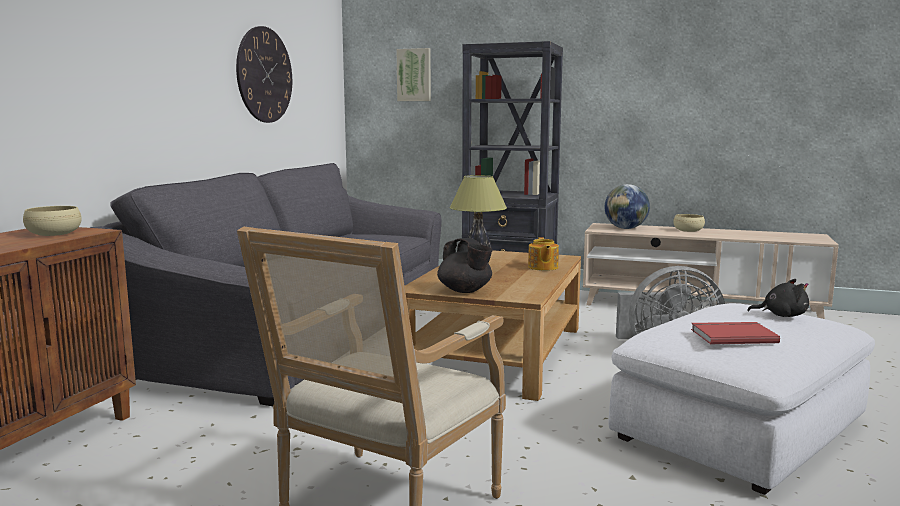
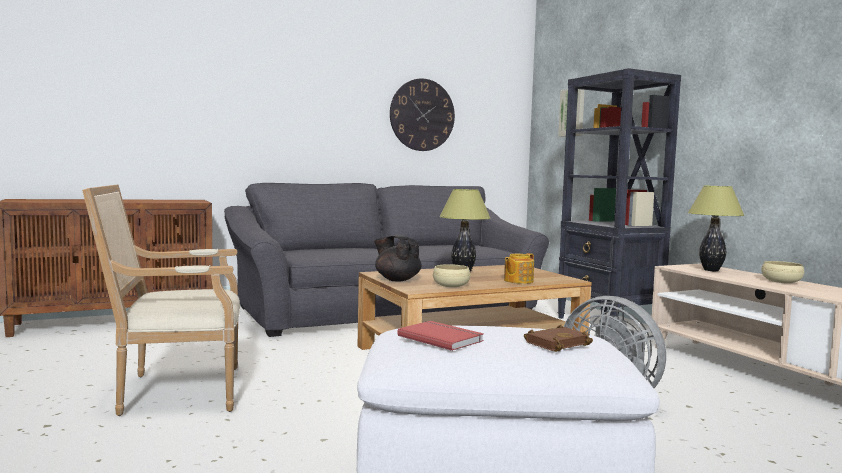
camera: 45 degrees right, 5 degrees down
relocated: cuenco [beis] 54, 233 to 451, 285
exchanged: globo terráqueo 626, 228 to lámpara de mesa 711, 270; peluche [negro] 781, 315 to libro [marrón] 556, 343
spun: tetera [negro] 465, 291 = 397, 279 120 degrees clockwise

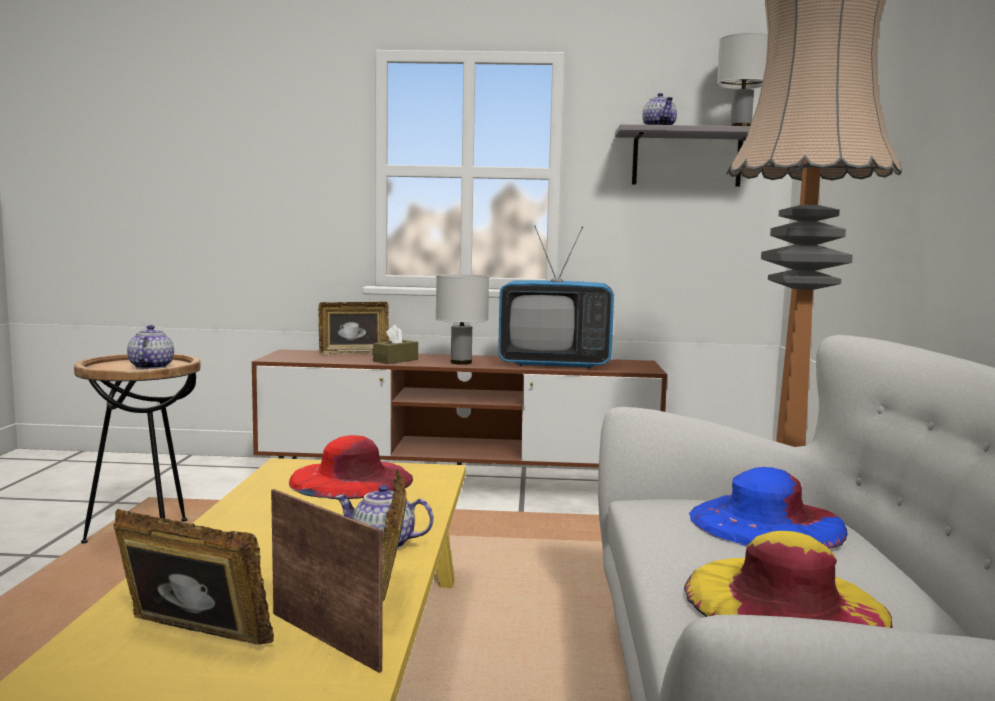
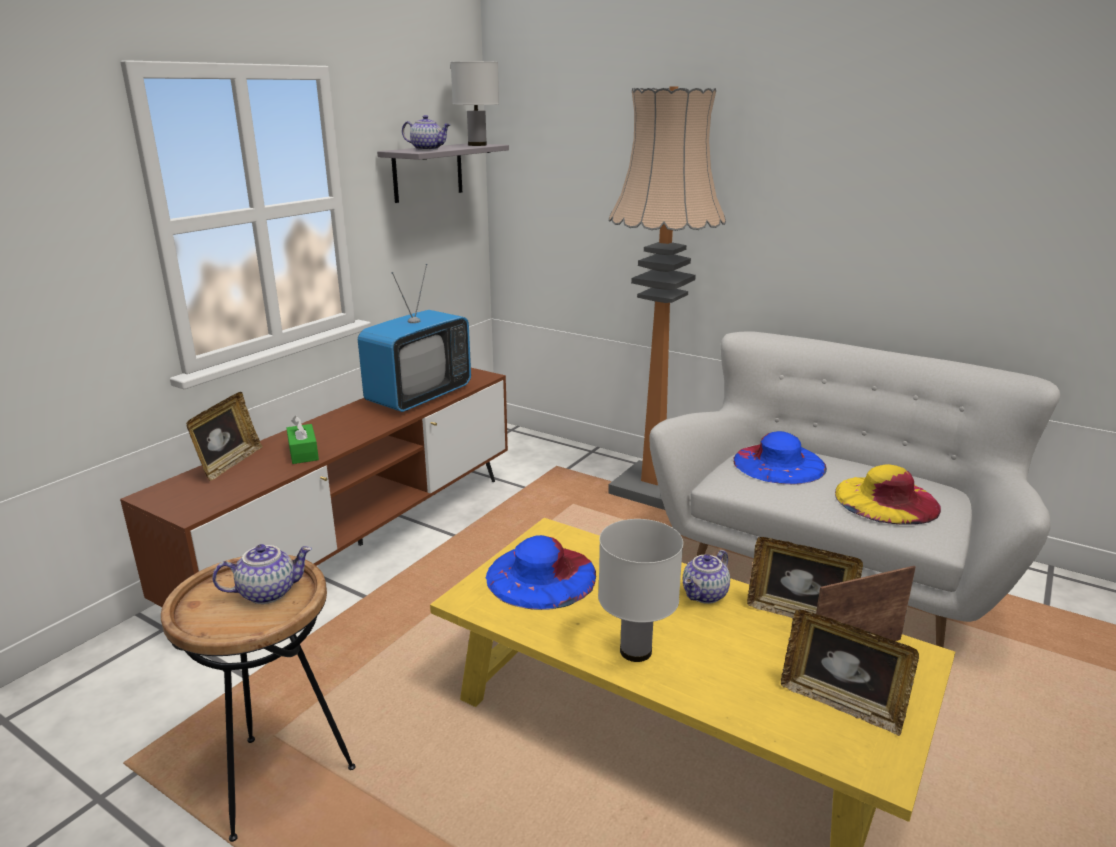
camera: 60 degrees left, 15 degrees up
relocated: lámpara de mesa [blanco] 460, 362 to 635, 651
colour: caja de pañuelos [marrón] 395, 360 to caja de pañuelos [verde] 303, 452; sombrero [rojo] 351, 479 to sombrero [azul] 541, 575
spun: tetera 150, 367 = 268, 592 135 degrees clockwise; portarretratos 191, 640 = 841, 703 105 degrees counterclockwise

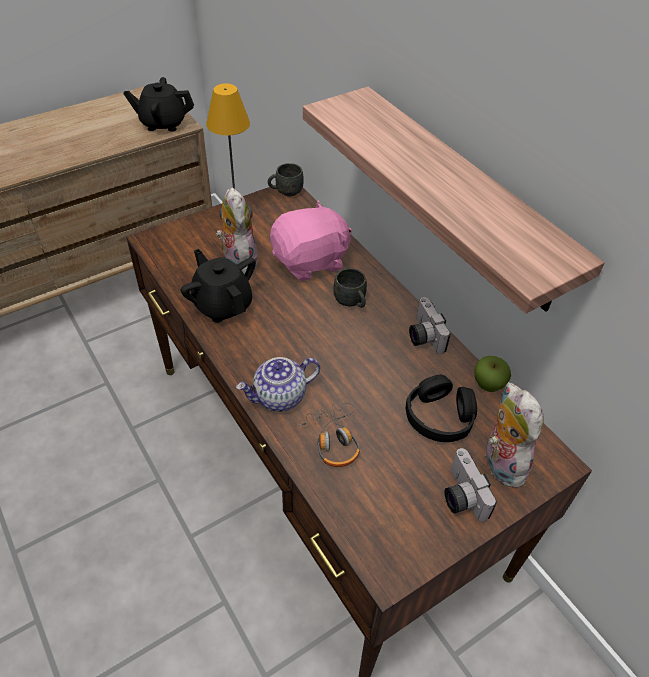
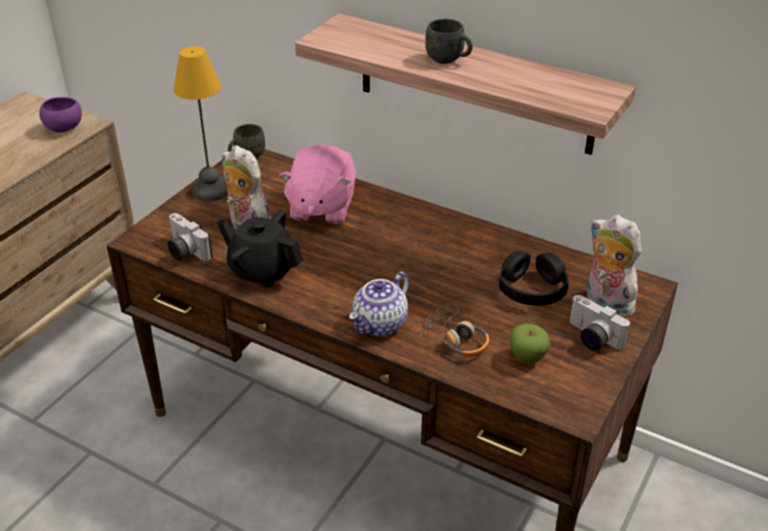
camera: 25 degrees left, 10 degrees down
relocated: taza grande [gris] 351, 302 to 449, 60; cámara 422, 336 to 185, 251; manzana 488, 385 to 527, 357
exchanged: tetera [negro] 163, 123 to cuenco [morado] 64, 128
spun: peluche [rosa] 310, 261 = 321, 207 150 degrees clockwise

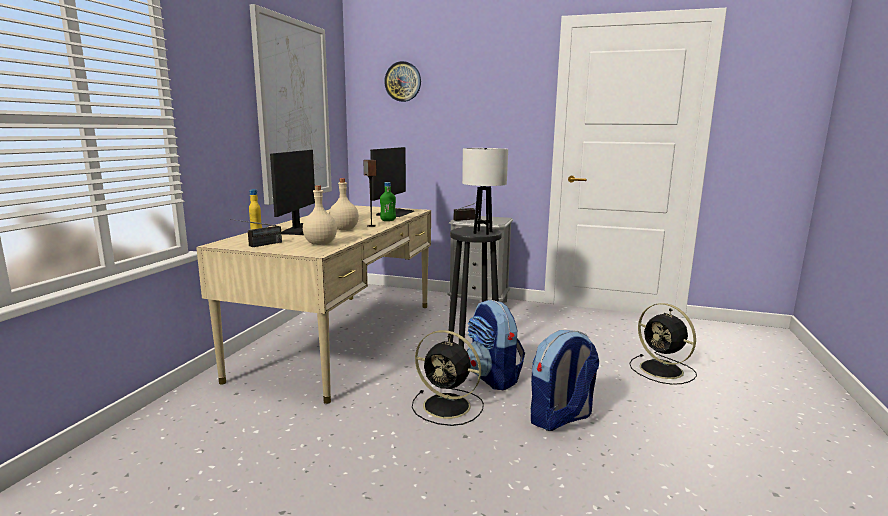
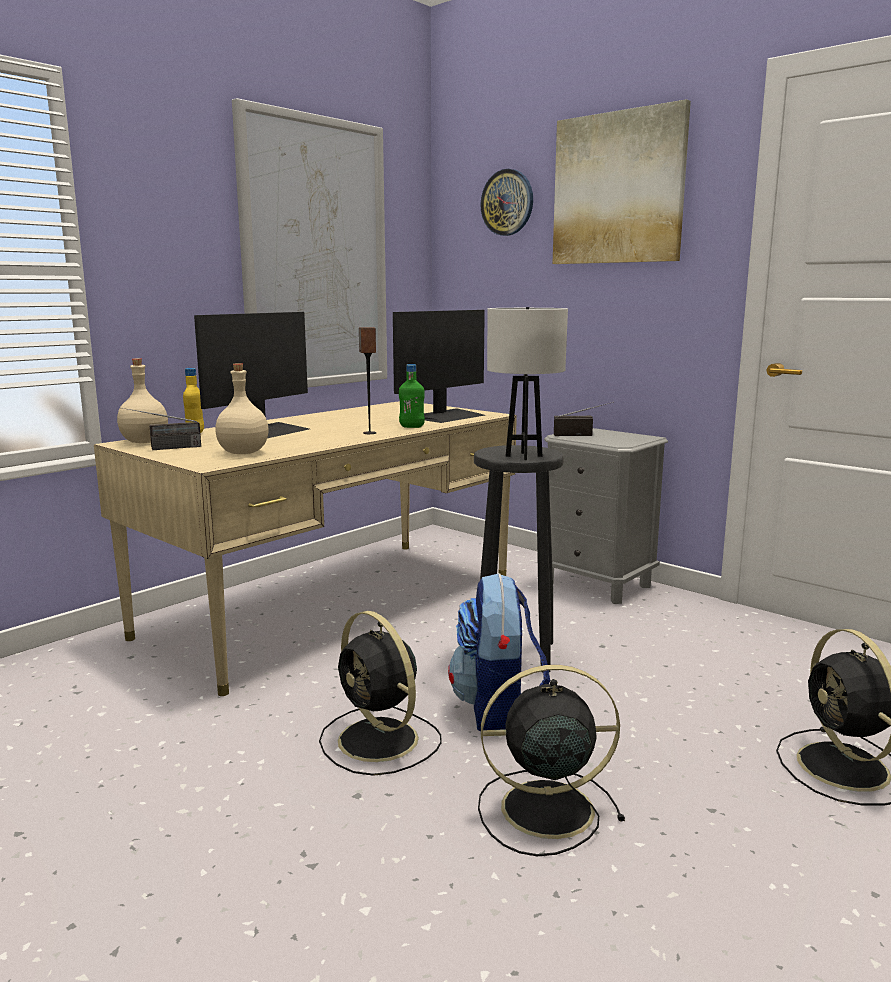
camera: 25 degrees right, 0 degrees up
appeared: cuadro 618, 189
relocated: botella [beis] 343, 229 to 144, 442
exchanged: mochila 560, 419 to ventilador [negro] 543, 809

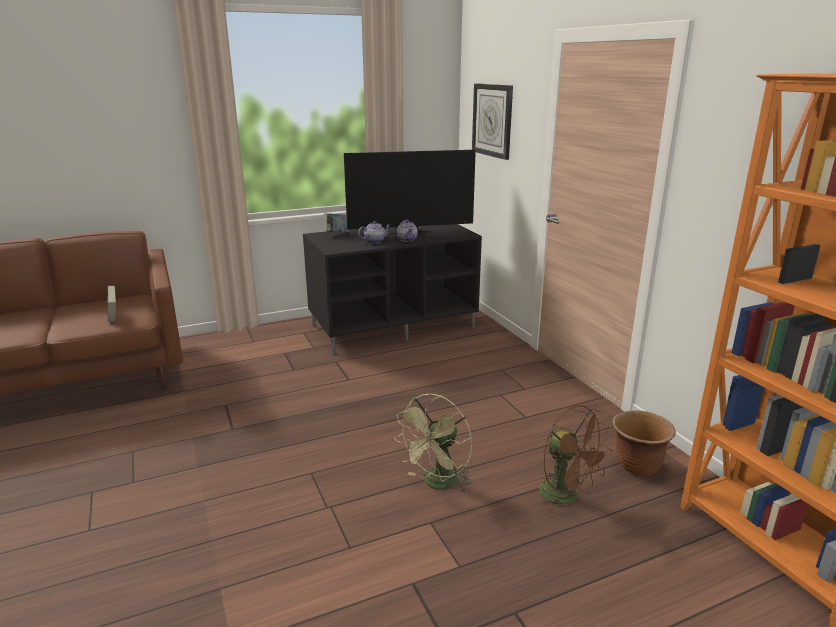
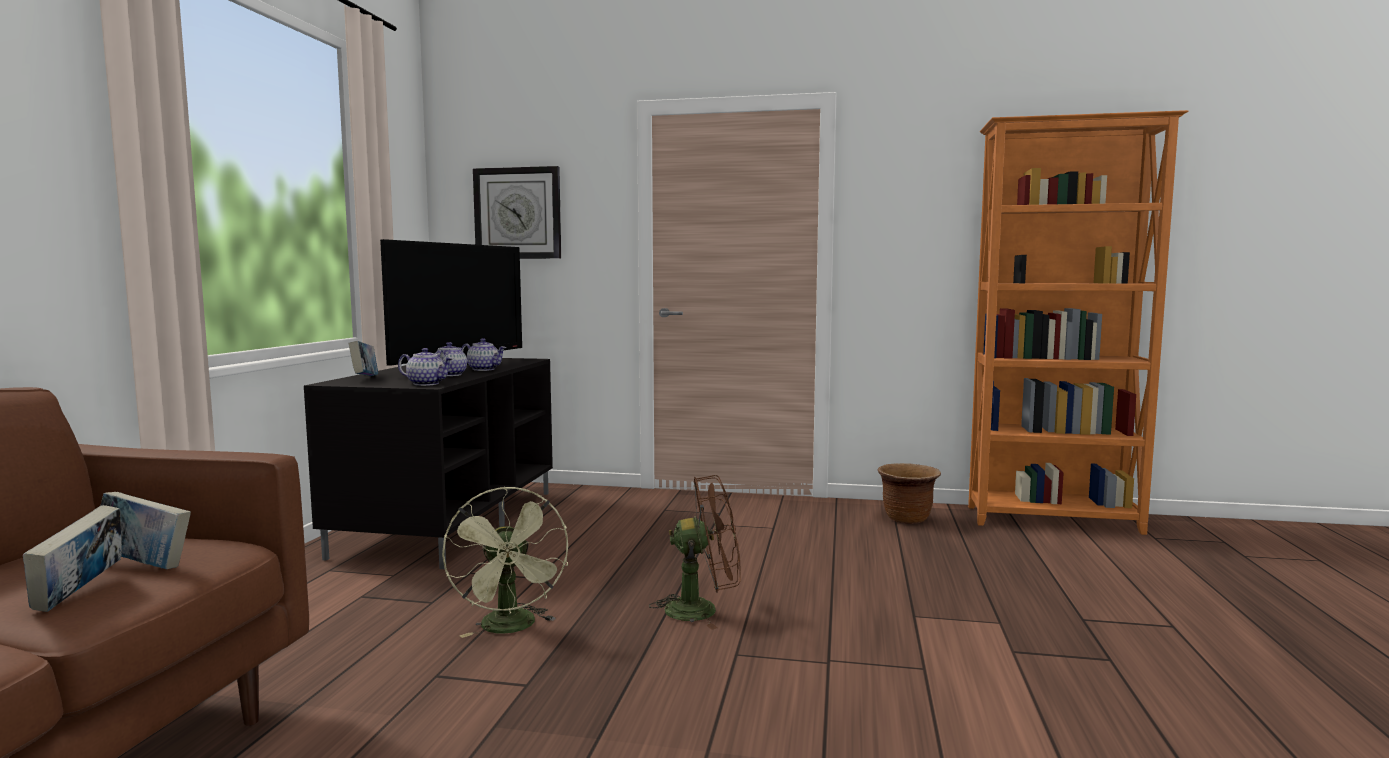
camera: 55 degrees left, 15 degrees down
appeared: tetera 427, 384; libro 80, 594
relocated: ventilador [verde] 437, 484 to 511, 628; ventilador [marrón] 566, 497 to 702, 610

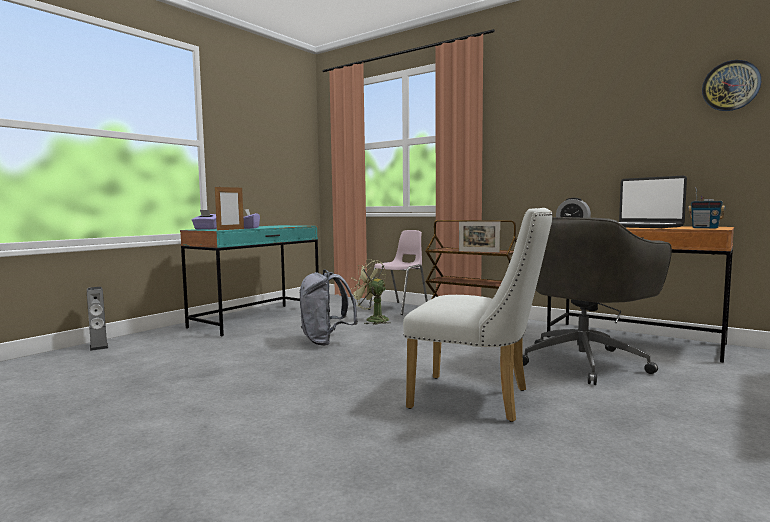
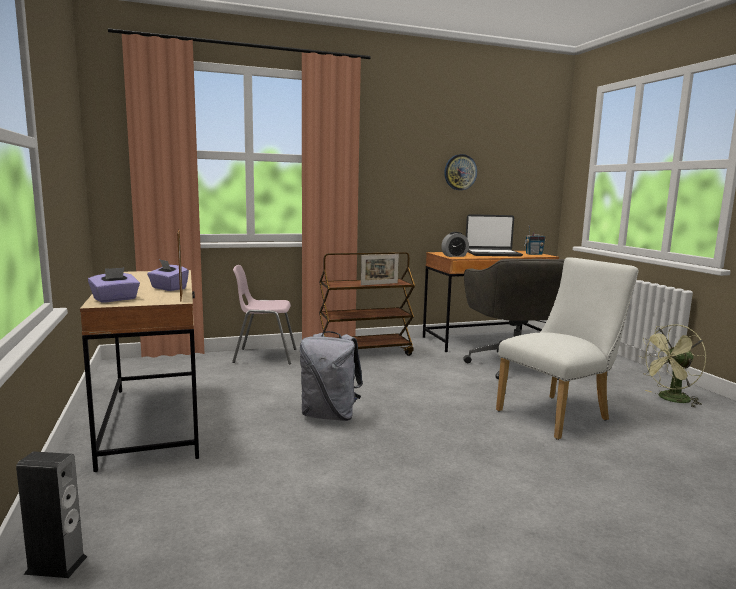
camera: 55 degrees left, 5 degrees up
relocated: reloj de pared 730, 86 to 460, 172; ventilador [verde] 372, 320 to 670, 399
colour: escritorio [turquesa] 257, 319 to escritorio [beis] 154, 420
spun: silla [rosa] 400, 308 = 264, 356 75 degrees counterclockwise

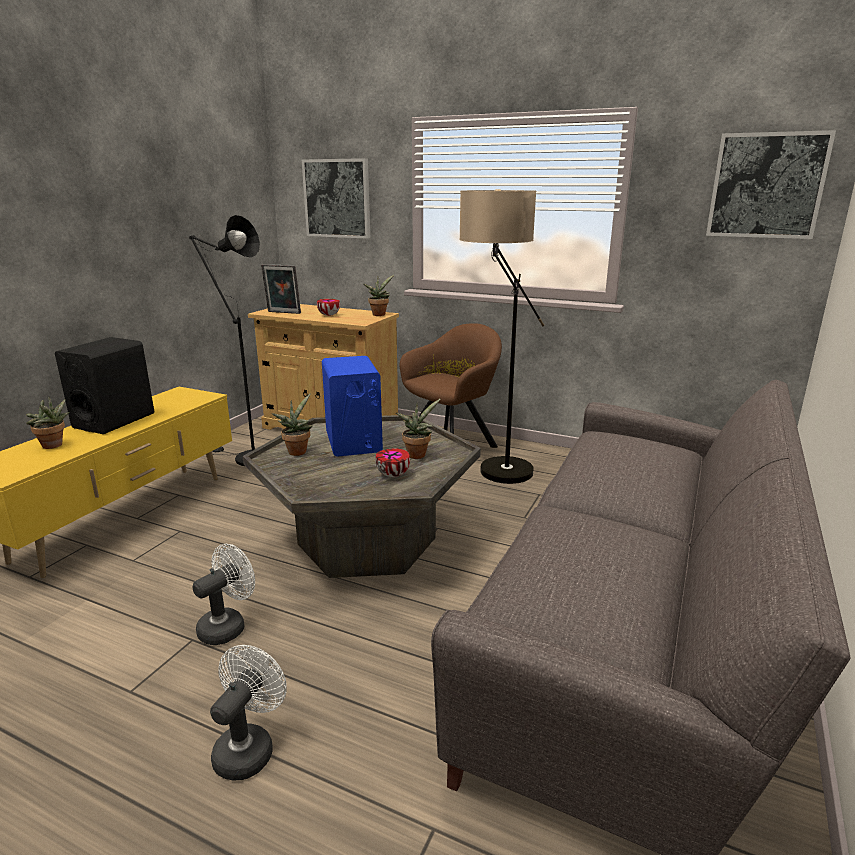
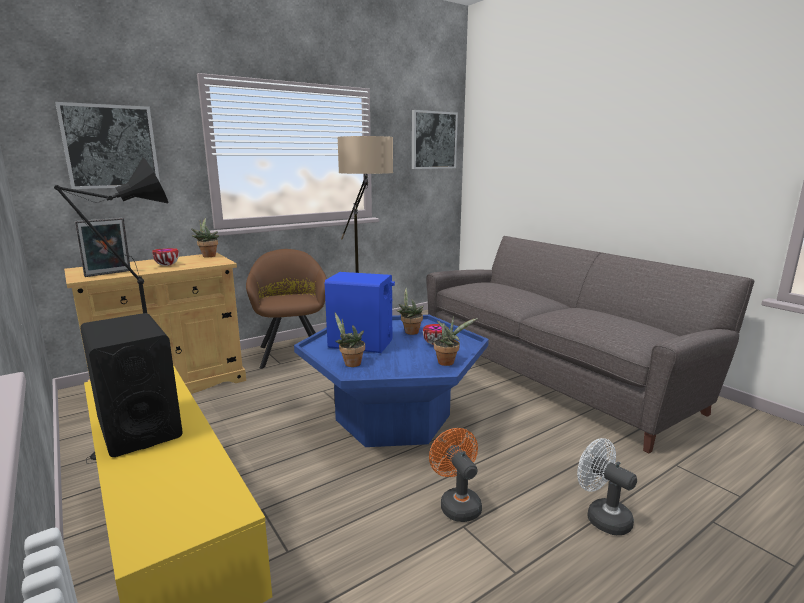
camera: 60 degrees left, 5 degrees down
relocated: planta en maceta 54, 446 to 448, 362
colour: mesa de centro [gris] 367, 541 to mesa de centro [azul] 393, 417; ventilador [blanco] 228, 626 to ventilador [naranja] 457, 503

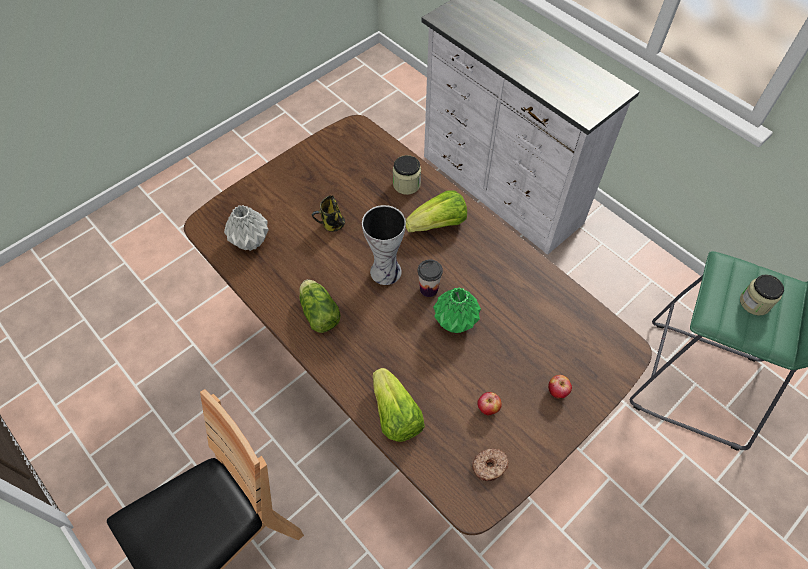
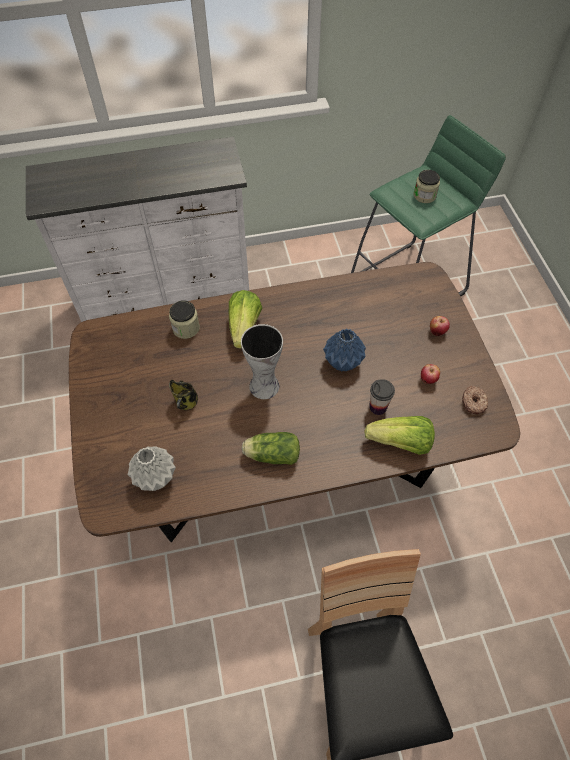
camera: 60 degrees left, 0 degrees up
relocated: taza 429, 289 to 378, 407
colour: florero [verde] 455, 323 to florero [azul] 343, 363

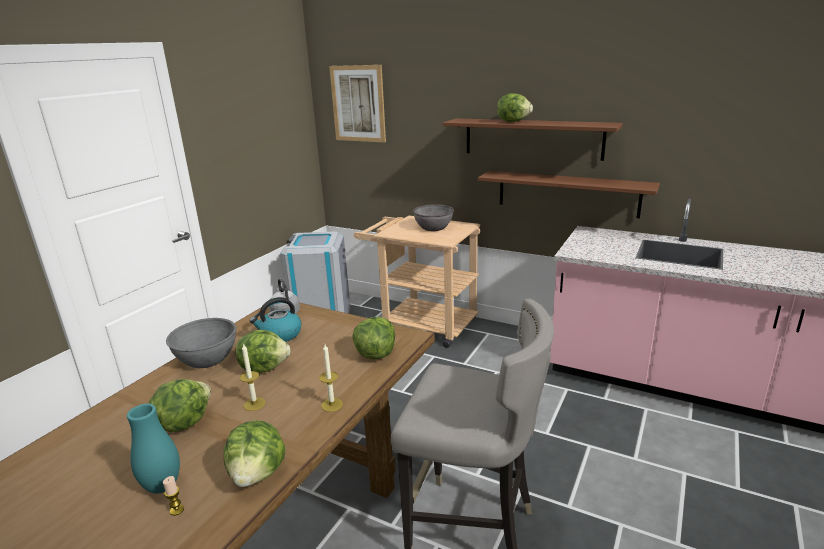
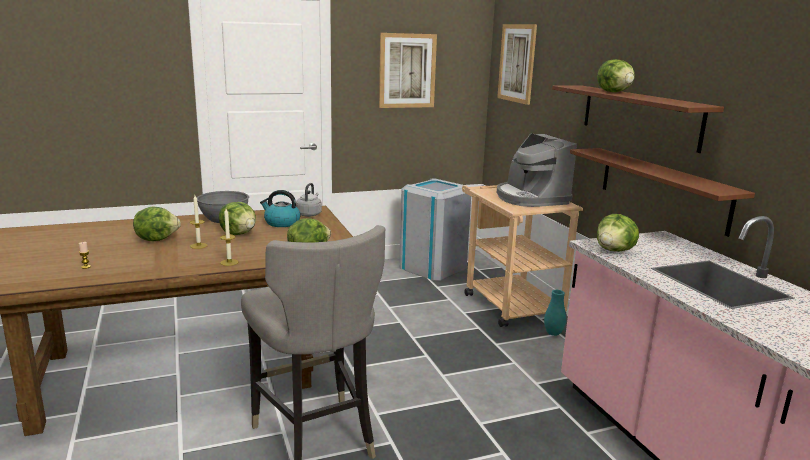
camera: 40 degrees right, 5 degrees down
appeared: cuadro 407, 71
relocated: florero [turquesa] 162, 486 to 553, 333; lechuga 258, 474 to 614, 251
exchanged: cuenco [gris] 433, 227 to cafetera 530, 198

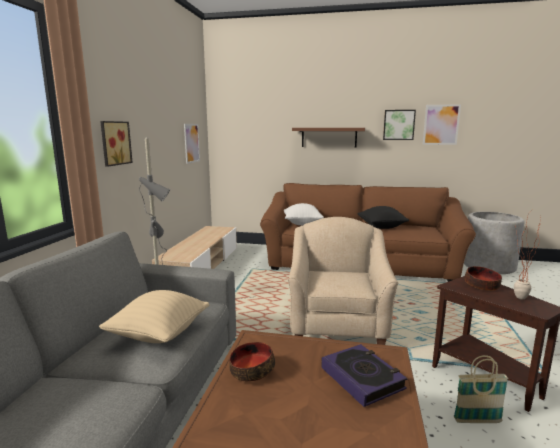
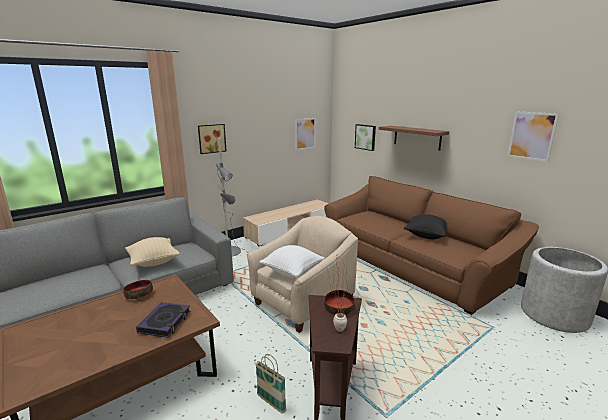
camera: 40 degrees right, 5 degrees up
relocated: cuadro 398, 125 to 365, 137; cojín [blanco] 302, 224 to 292, 272

